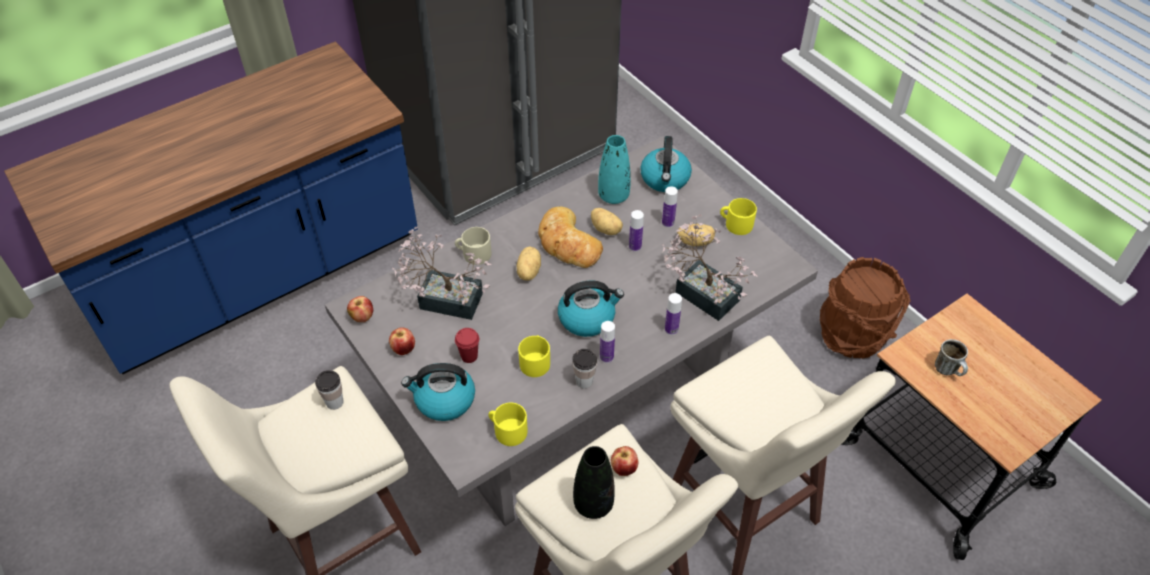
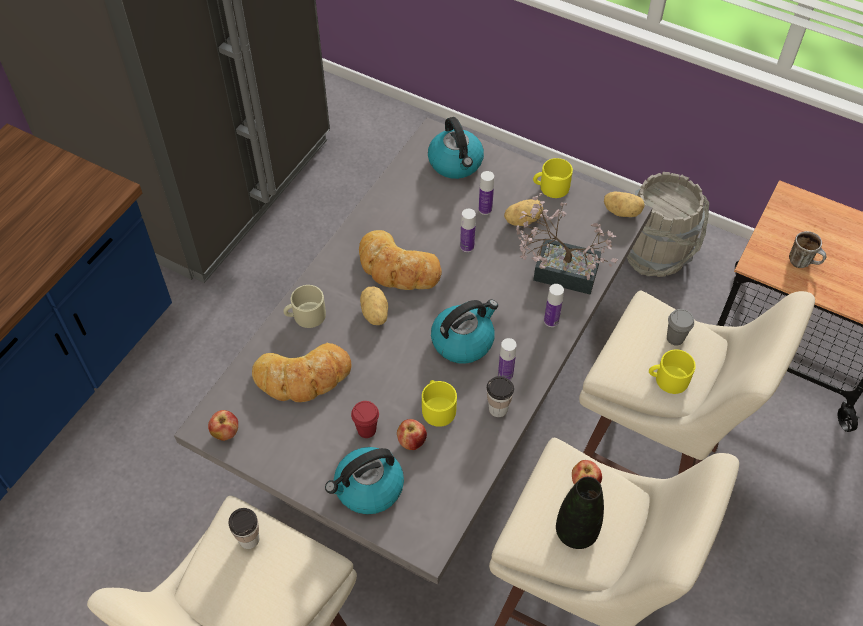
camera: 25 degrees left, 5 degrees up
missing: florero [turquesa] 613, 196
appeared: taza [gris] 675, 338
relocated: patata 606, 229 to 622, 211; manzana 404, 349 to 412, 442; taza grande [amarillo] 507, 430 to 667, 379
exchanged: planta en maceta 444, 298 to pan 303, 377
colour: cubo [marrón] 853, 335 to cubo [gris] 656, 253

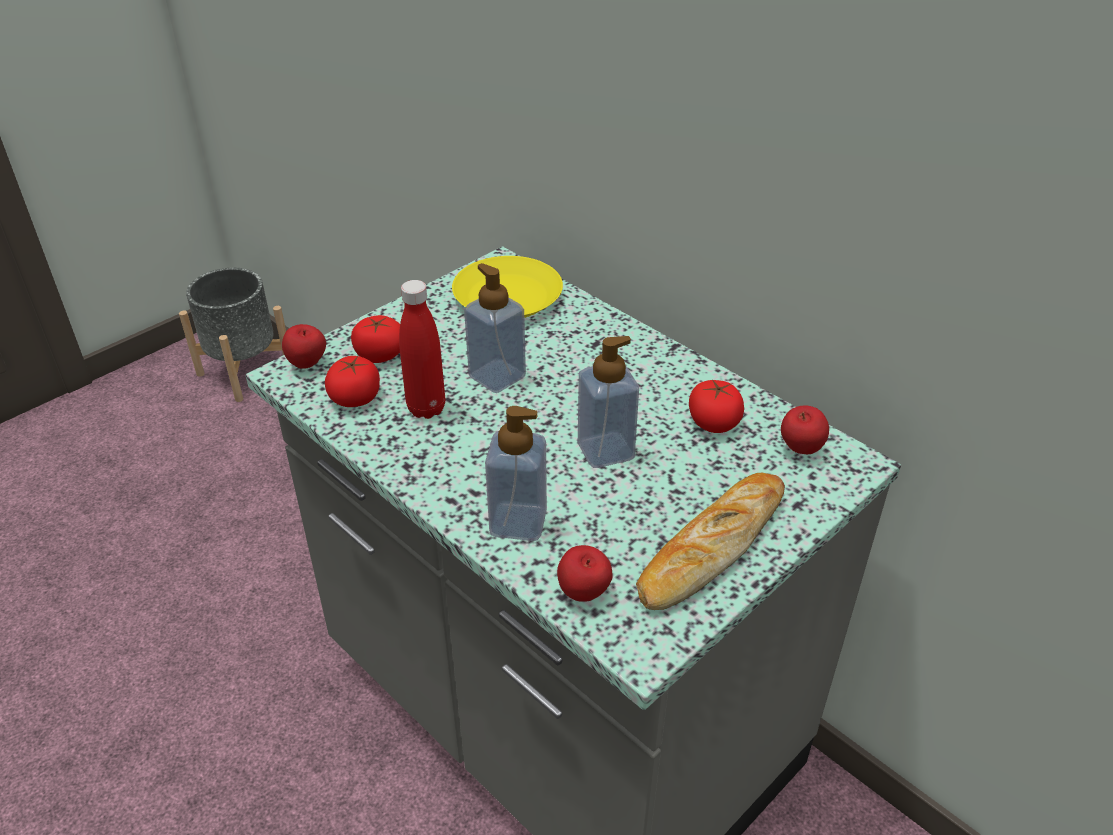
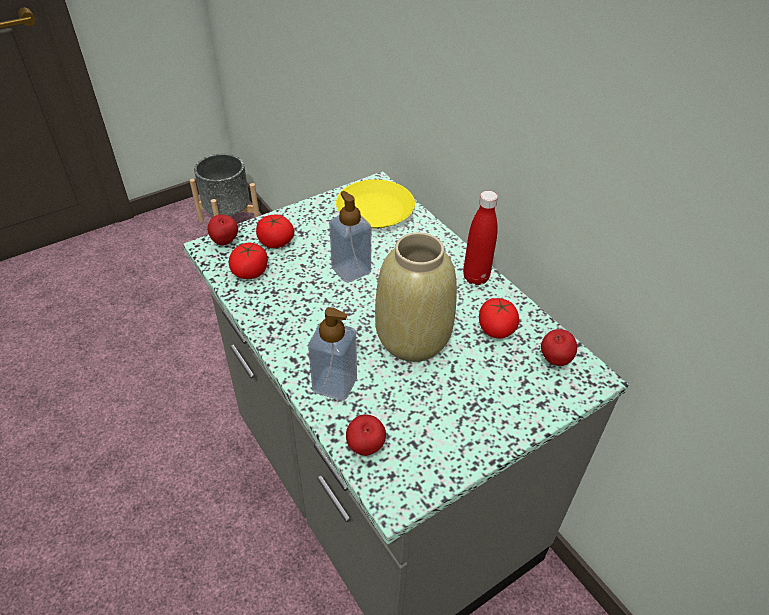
camera: 10 degrees right, 5 degrees up
missing: pan 711, 547
relocated: botella [rojo] 426, 408 to 475, 278
exchanged: dispensador de jabón 605, 450 to florero [beis] 412, 338

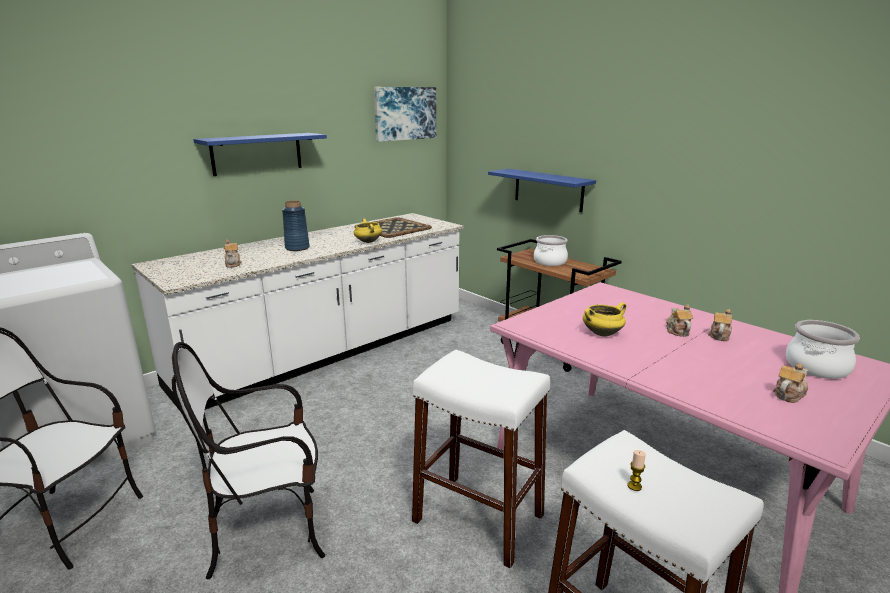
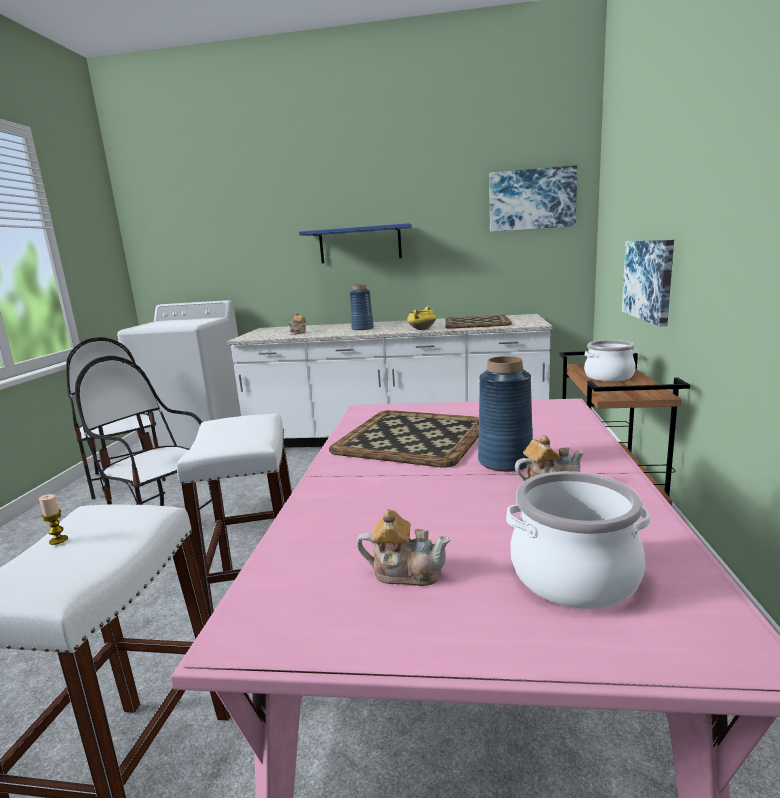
camera: 50 degrees right, 5 degrees down
exchanged: estante [azul] 548, 190 to cuadro 649, 279; olla [amarillo] 602, 333 to bandeja 414, 437; tetera 677, 331 to florero [azul] 504, 461

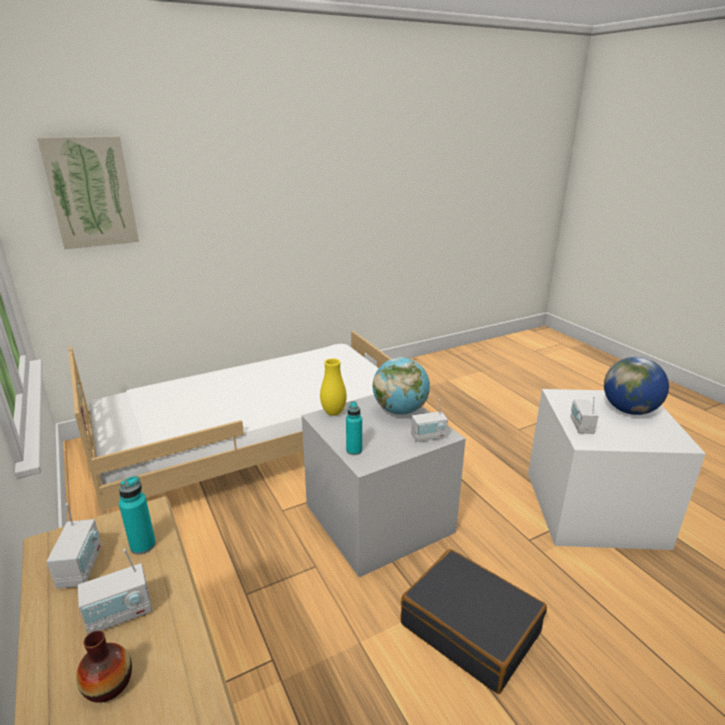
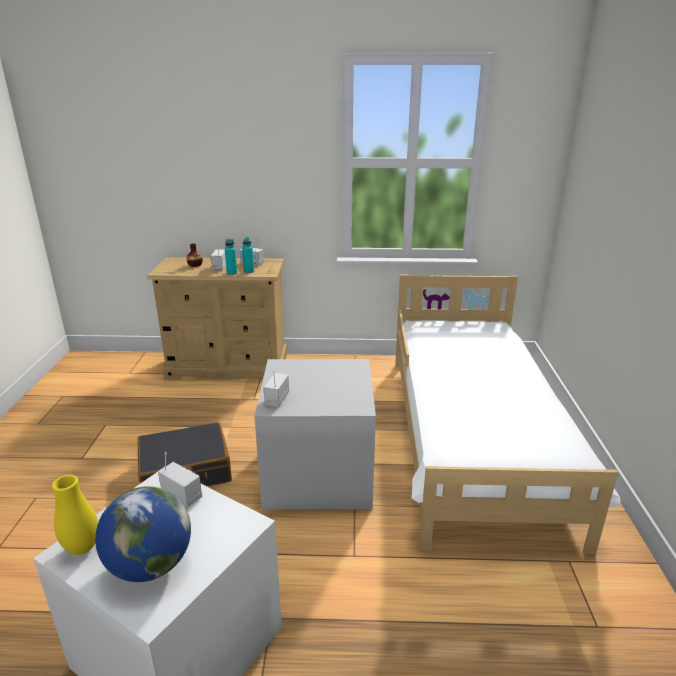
camera: 120 degrees right, 0 degrees up
missing: cuadro 91, 192; globo terráqueo 400, 411
relocated: florero [amarillo] 333, 413 to 82, 548; botella [turquesa] 354, 450 to 232, 273

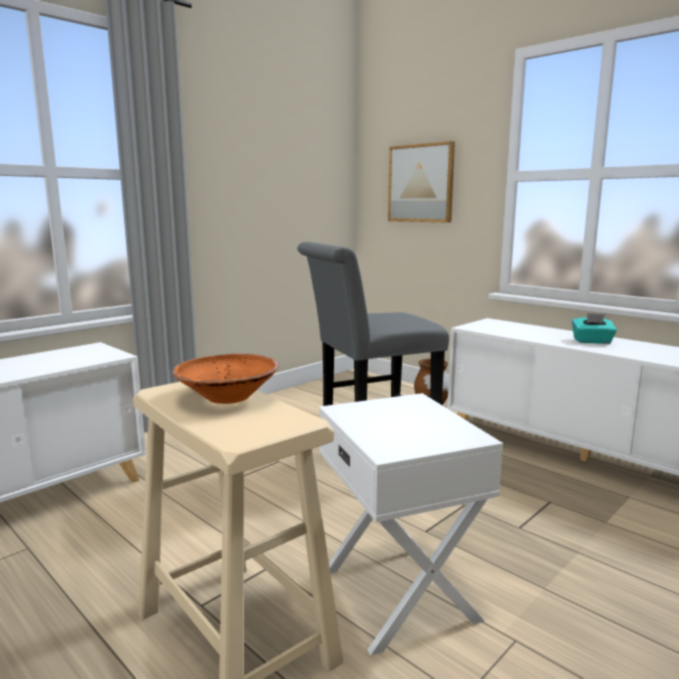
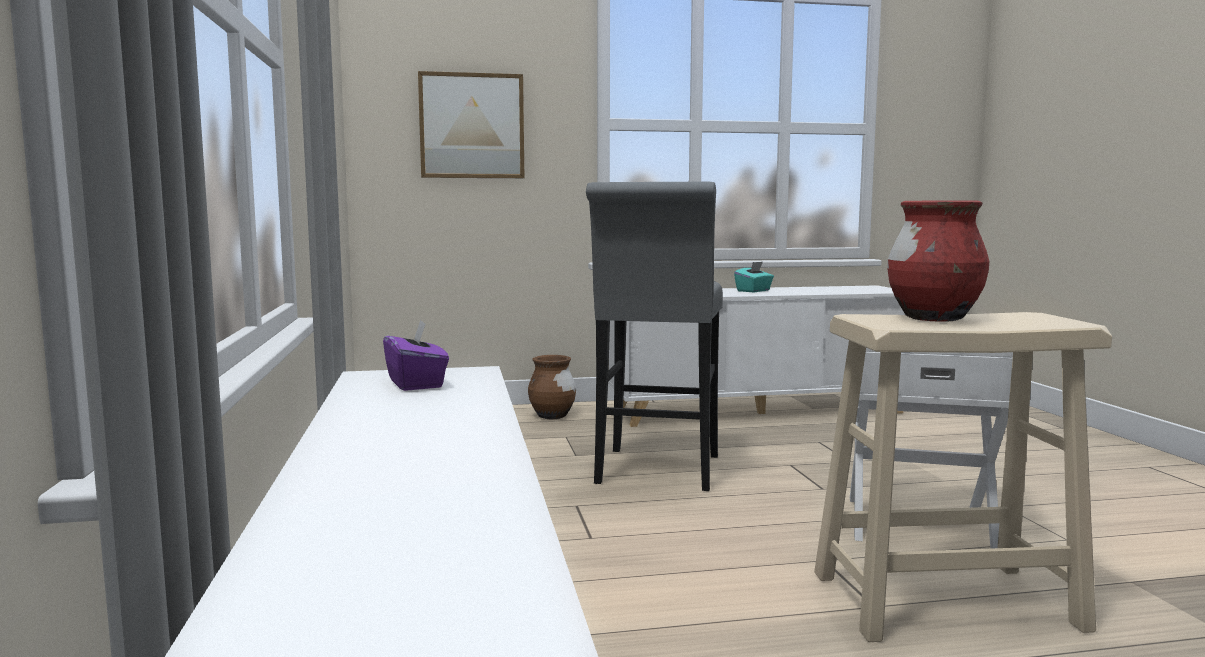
camera: 55 degrees left, 5 degrees down
appeared: caja de pañuelos [morado] 416, 383
exchanged: cuenco [naranja] 228, 397 to florero [rojo] 934, 318

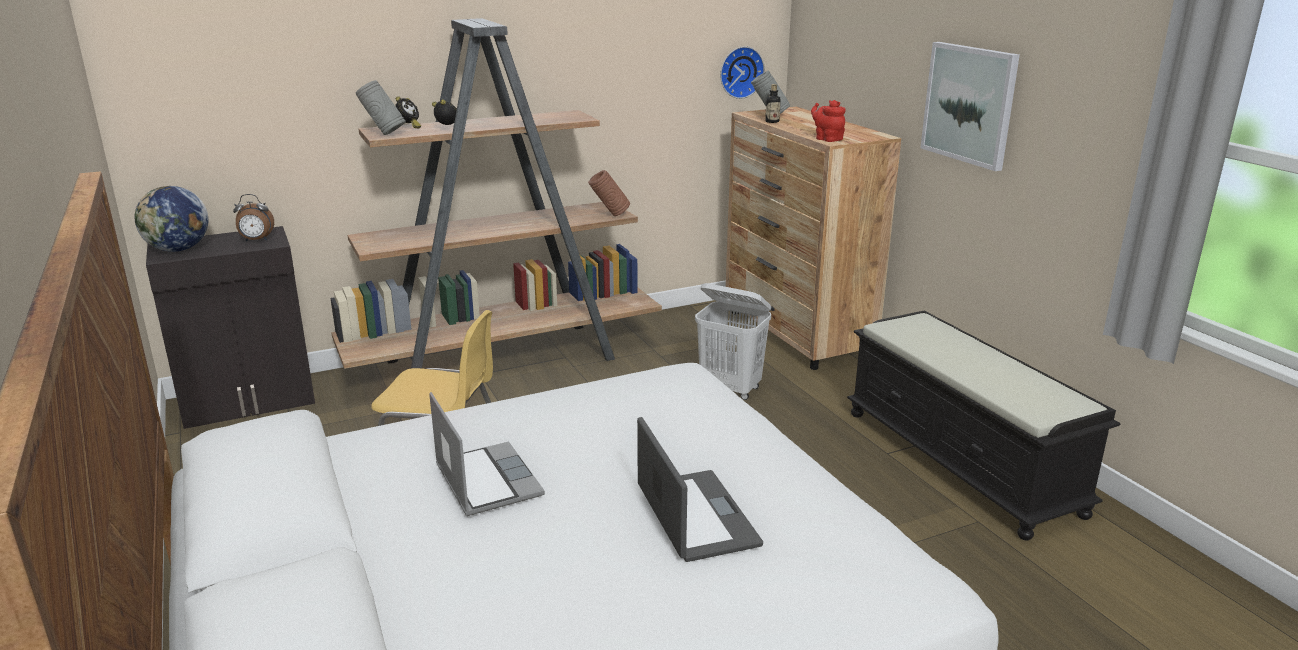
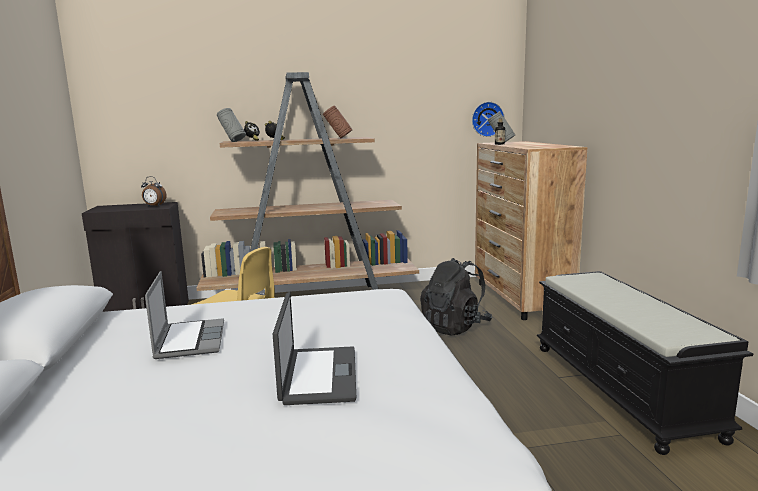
camera: 15 degrees right, 10 degrees down
missing: cuadro 969, 104; tetera [rojo] 827, 139; globo terráqueo 178, 250
relocated: florero [marrón] 609, 215 to 338, 138
exchanged: cesto de la ropa [blanco] 731, 389 to mochila [negro] 455, 327

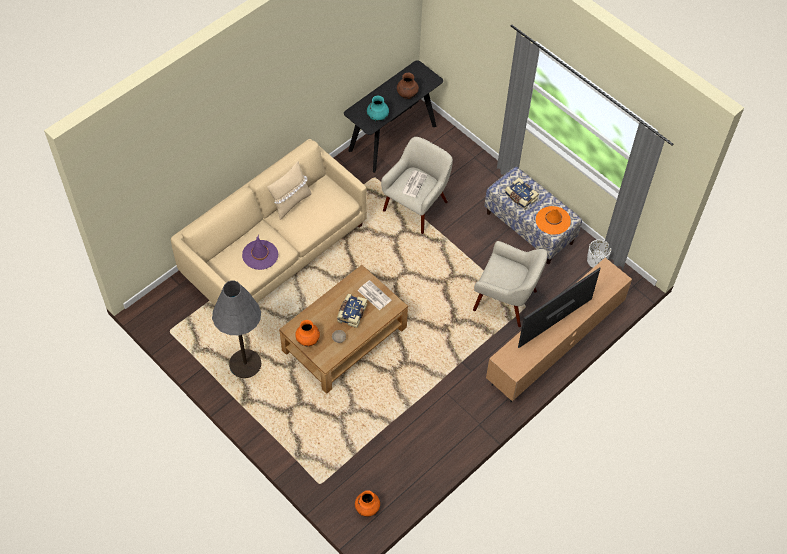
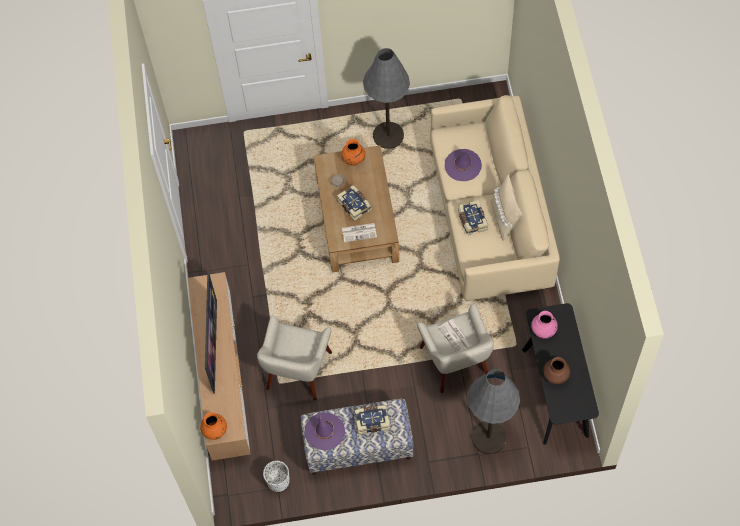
camera: 130 degrees right, 5 degrees up
appeared: libro 472, 220; lámpara de pie [gris] 489, 437
relocated: florero [naranja] 367, 508 to 215, 431
colour: florero [turquesa] 377, 117 to florero [rosa] 543, 330; sombrero [naranja] 553, 220 to sombrero [morado] 324, 431
spun: sillón [beis] 506, 300 = 297, 371 45 degrees counterclockwise

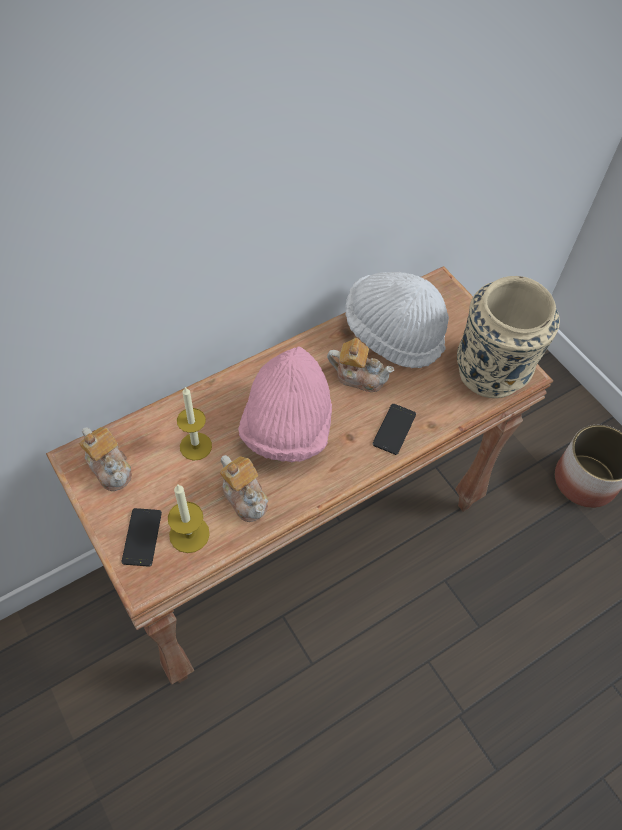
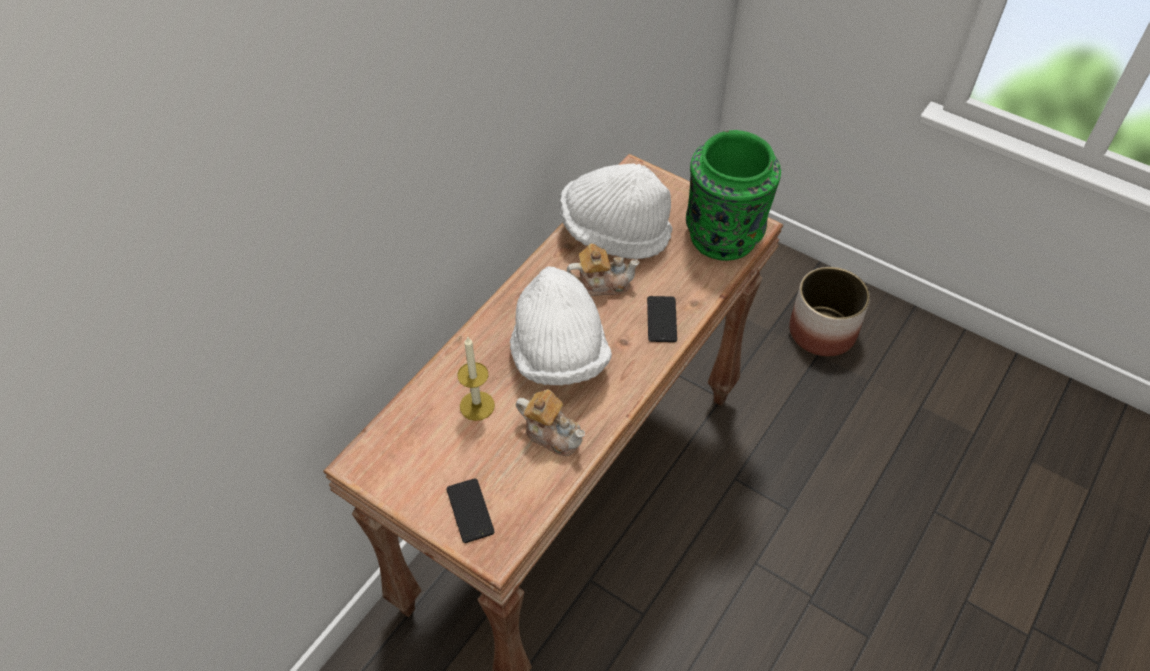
camera: 20 degrees left, 5 degrees down
missing: tetera 110, 467; vela 189, 534
colour: florero [beis] 491, 371 to florero [verde] 724, 234; sombrero [rosa] 287, 428 to sombrero [blanco] 559, 356

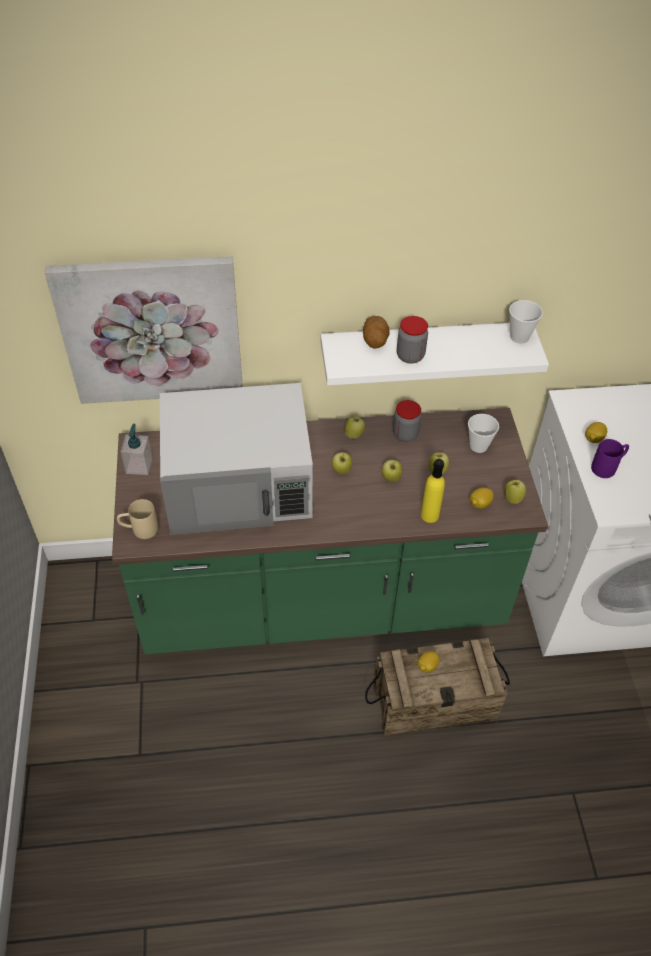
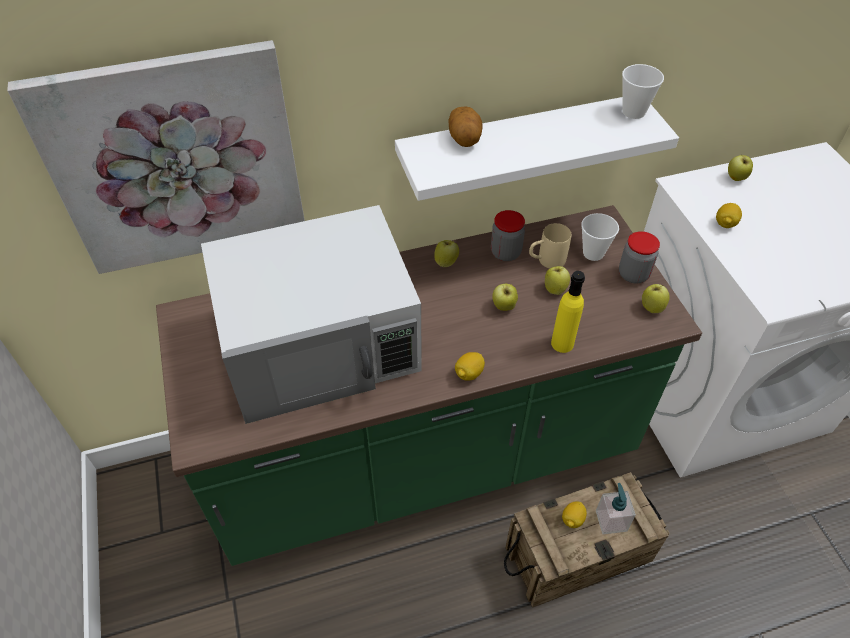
camera: 10 degrees left, 0 degrees up
missing: taza grande [morado] 608, 467
relocated: tarro 410, 356 to 633, 274; dispensador de jabón 139, 465 to 611, 520; manzana 341, 471 to 735, 178; limón 480, 504 to 469, 373; taza grande [beis] 139, 530 to 546, 261

